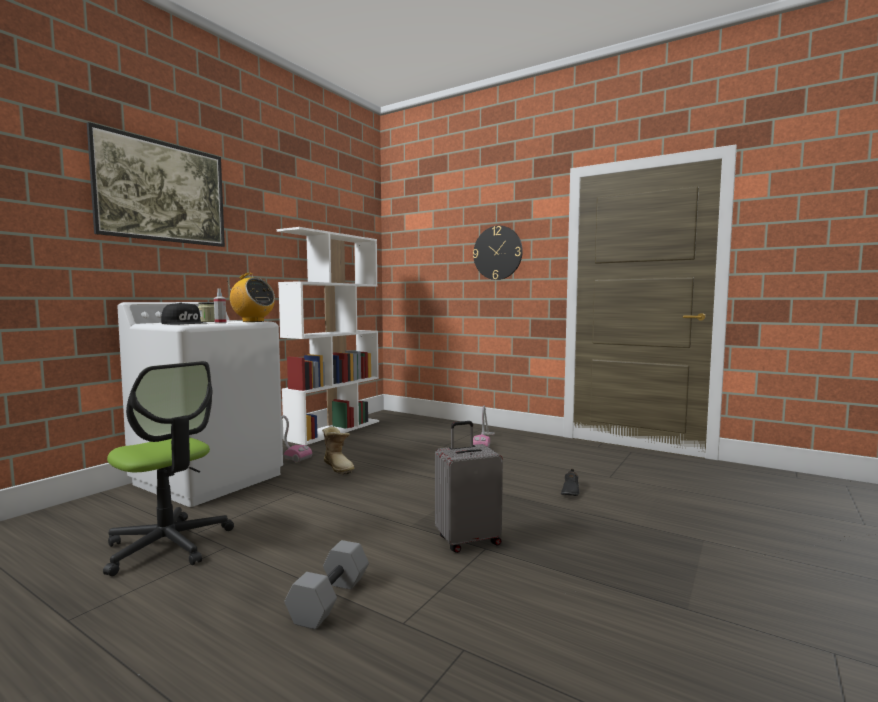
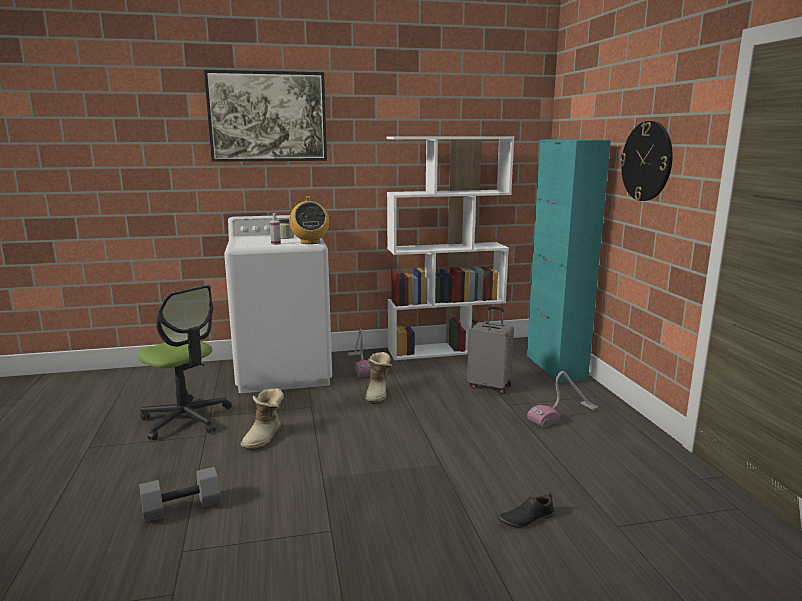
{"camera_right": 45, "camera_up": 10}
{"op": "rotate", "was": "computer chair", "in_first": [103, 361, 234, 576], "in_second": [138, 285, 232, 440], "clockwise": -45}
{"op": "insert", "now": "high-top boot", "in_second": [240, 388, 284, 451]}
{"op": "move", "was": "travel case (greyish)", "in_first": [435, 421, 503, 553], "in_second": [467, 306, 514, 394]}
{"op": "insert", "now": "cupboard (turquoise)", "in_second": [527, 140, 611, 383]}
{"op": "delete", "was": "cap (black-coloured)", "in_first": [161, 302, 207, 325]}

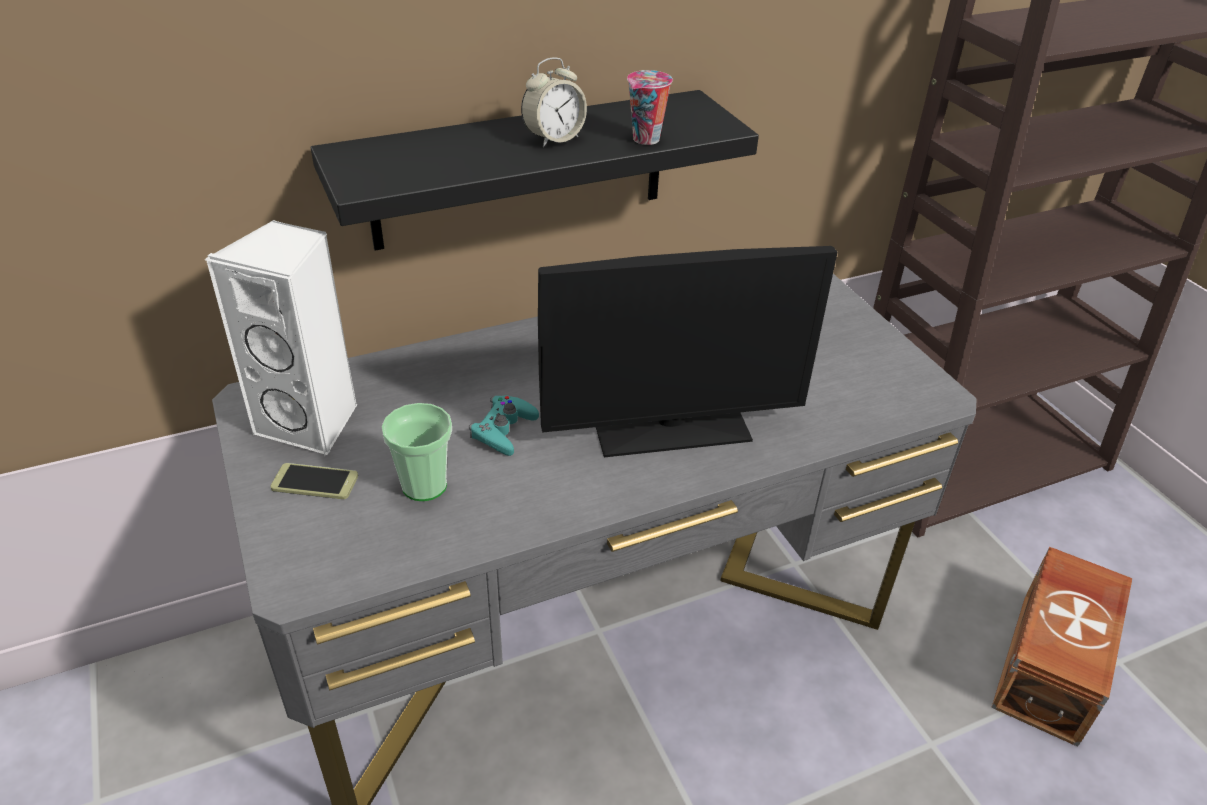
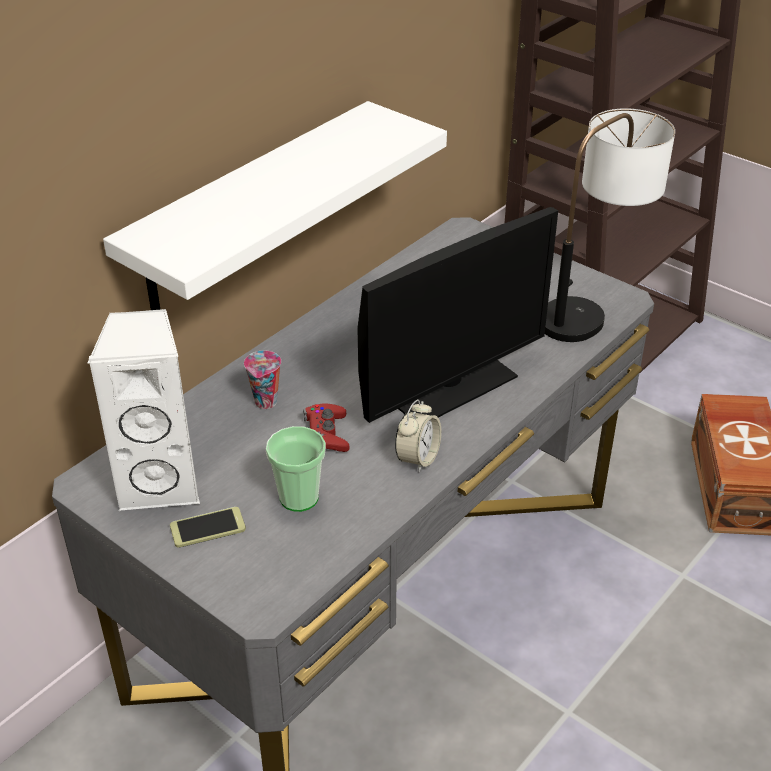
{"camera_right": -25, "camera_up": 0}
{"op": "recolor", "was": "wall shelf (black-coloured)", "now": "wall shelf (white-coloured)", "in_first": [311, 90, 759, 251], "in_second": [103, 101, 447, 310]}
{"op": "move", "was": "drinking cup", "in_first": [627, 70, 673, 145], "in_second": [244, 351, 281, 409]}
{"op": "recolor", "was": "joypad (turquoise)", "now": "joypad (red)", "in_first": [469, 395, 539, 456], "in_second": [303, 403, 350, 452]}
{"op": "move", "was": "bedside clock", "in_first": [521, 57, 587, 147], "in_second": [395, 399, 441, 473]}
{"op": "insert", "now": "table lamp", "in_second": [545, 108, 675, 342]}

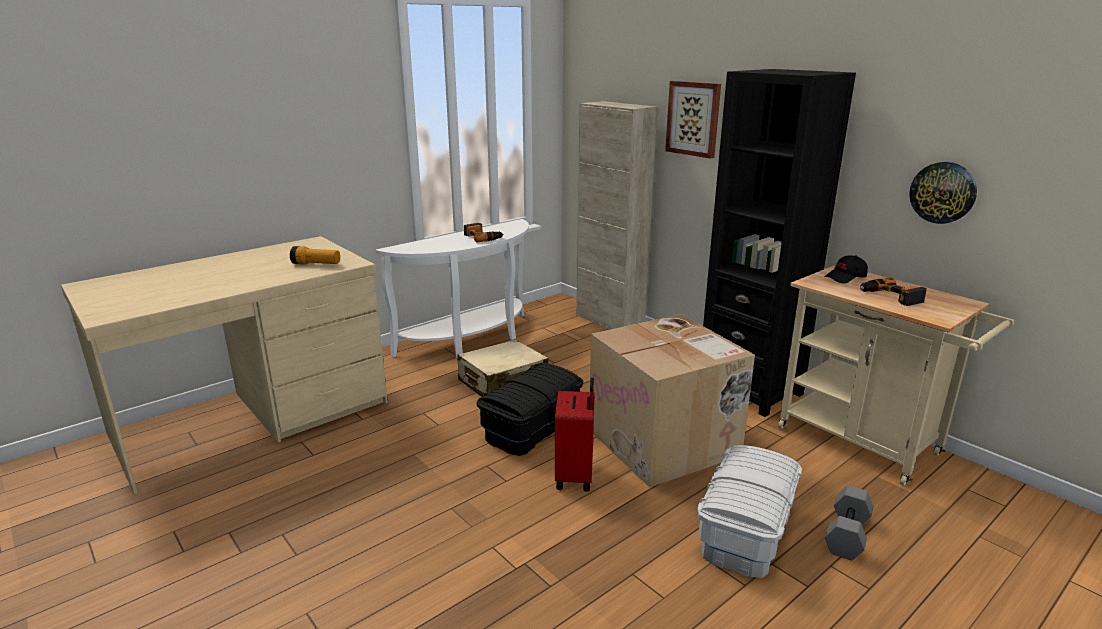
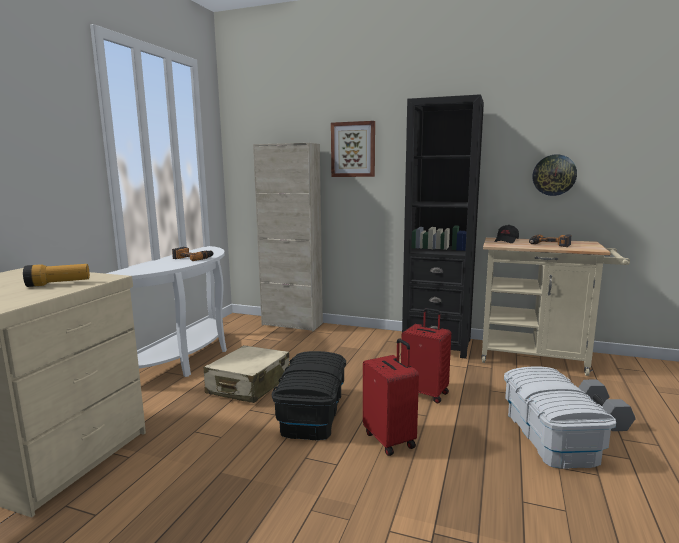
{"camera_right": -30, "camera_up": -10}
{"op": "replace", "was": "carton", "now": "travel case (red)", "in_first": [590, 314, 755, 488], "in_second": [401, 308, 451, 404]}

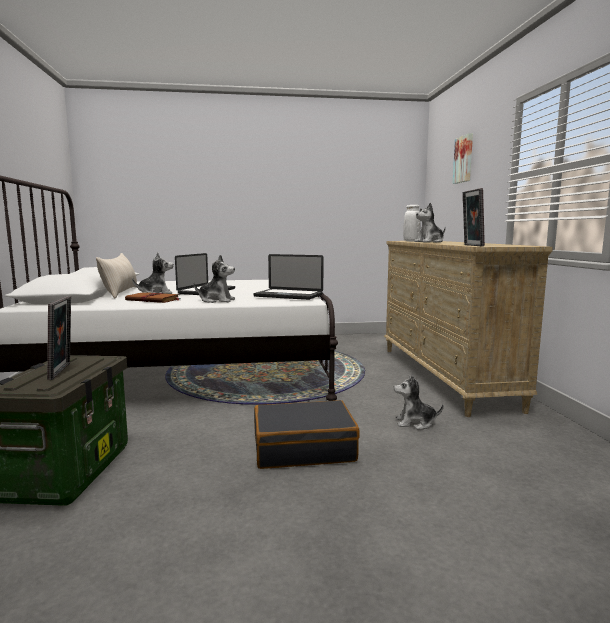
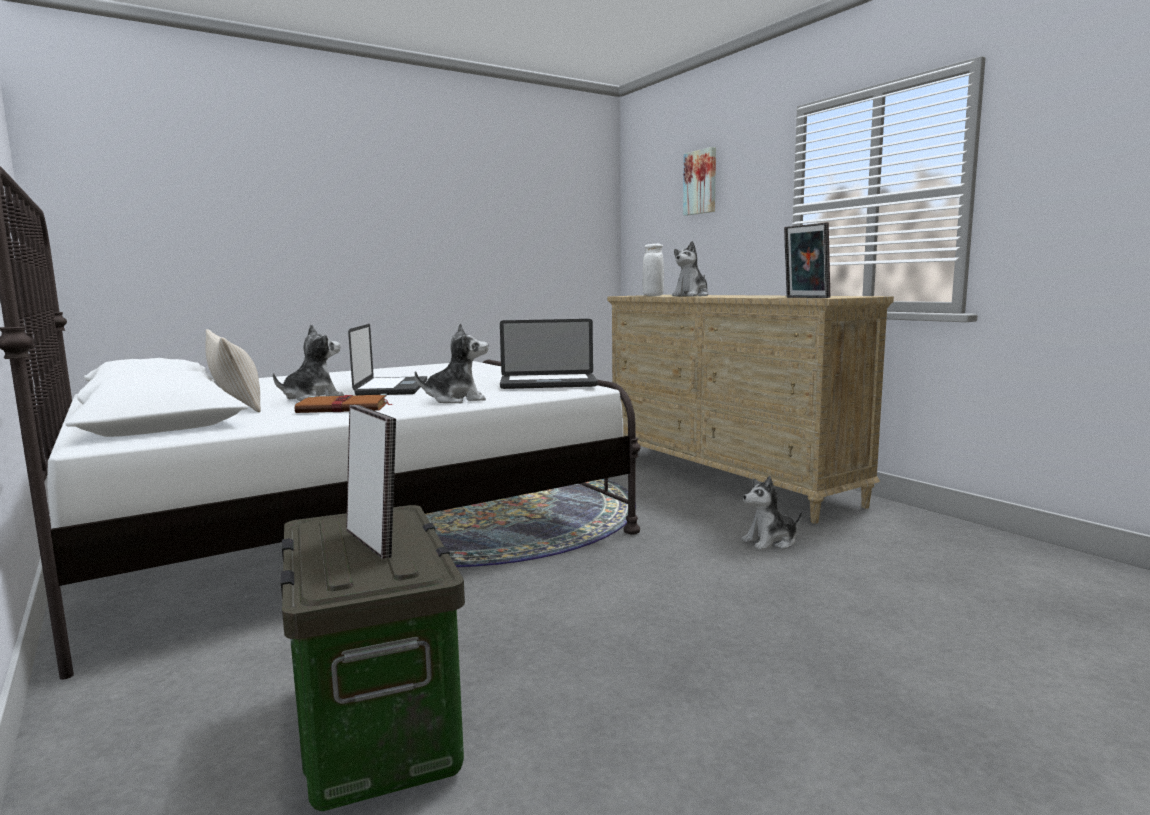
{"camera_right": -25, "camera_up": 0}
{"op": "delete", "was": "travel case (black-coloured)", "in_first": [254, 400, 360, 469]}

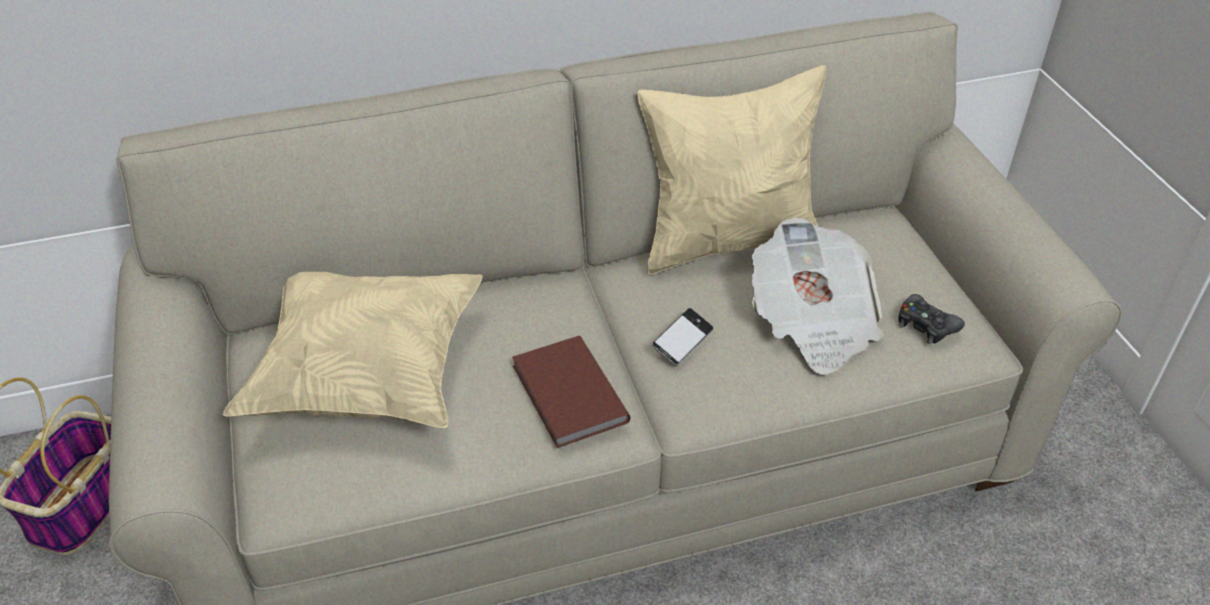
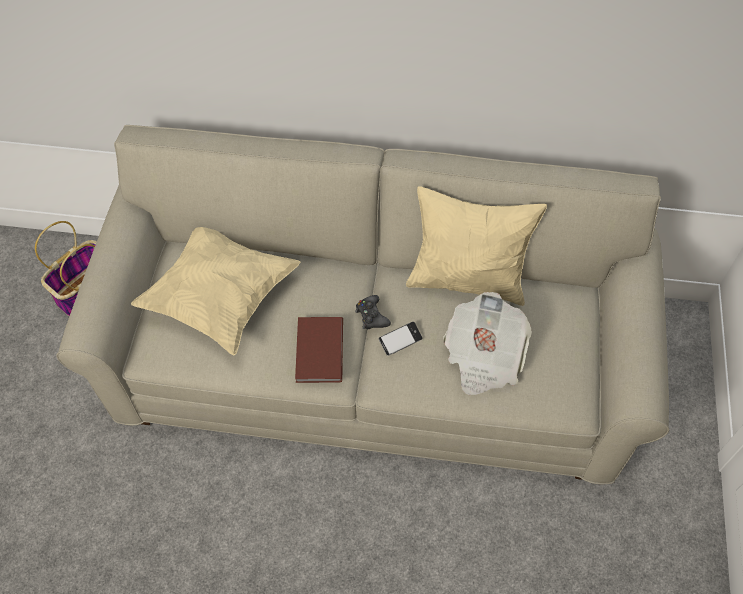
{"camera_right": 25, "camera_up": 15}
{"op": "move", "was": "joypad (black-coloured)", "in_first": [898, 294, 965, 344], "in_second": [355, 295, 391, 329]}

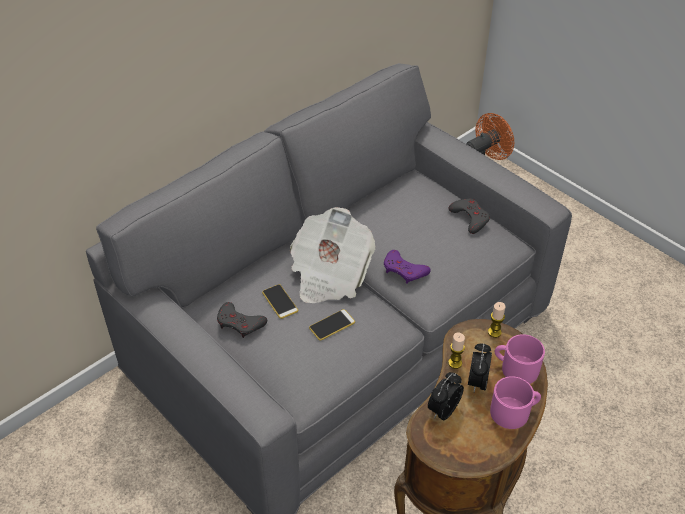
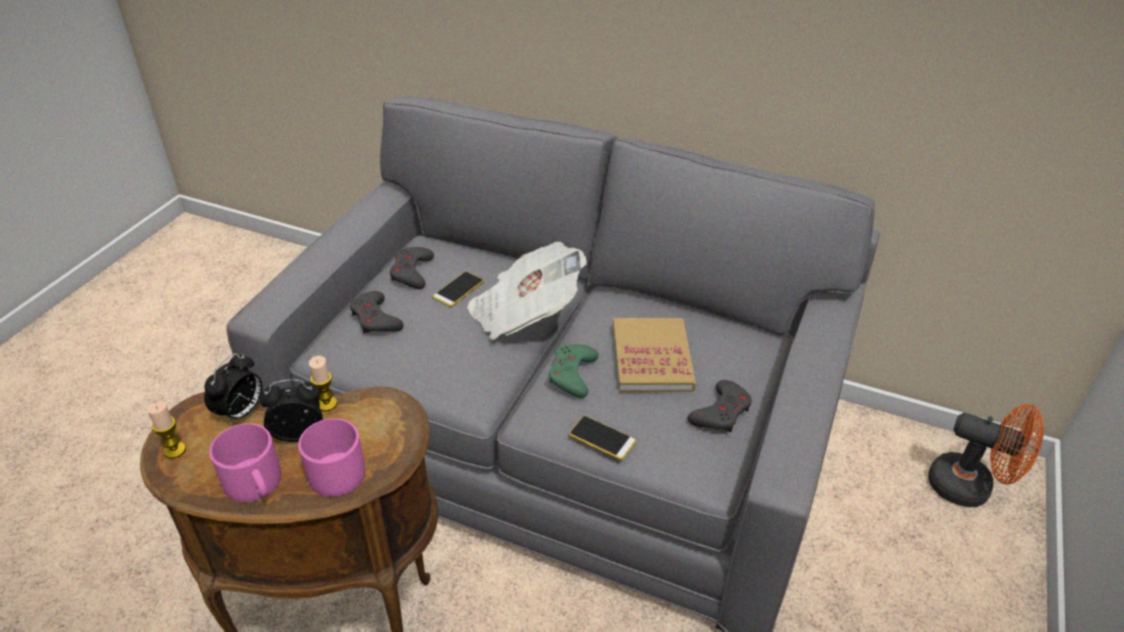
{"camera_right": 65, "camera_up": -5}
{"op": "move", "was": "candle", "in_first": [488, 302, 506, 338], "in_second": [148, 402, 186, 459]}
{"op": "rotate", "was": "bedside clock", "in_first": [428, 372, 464, 420], "in_second": [204, 353, 263, 425], "clockwise": 105}
{"op": "insert", "now": "joypad (greyish)", "in_second": [350, 291, 404, 334]}
{"op": "recolor", "was": "joypad (purplish)", "now": "joypad (greenish)", "in_first": [384, 250, 431, 284], "in_second": [549, 344, 598, 398]}
{"op": "move", "was": "handset", "in_first": [309, 309, 355, 341], "in_second": [569, 416, 636, 460]}
{"op": "insert", "now": "volume", "in_second": [613, 318, 696, 392]}

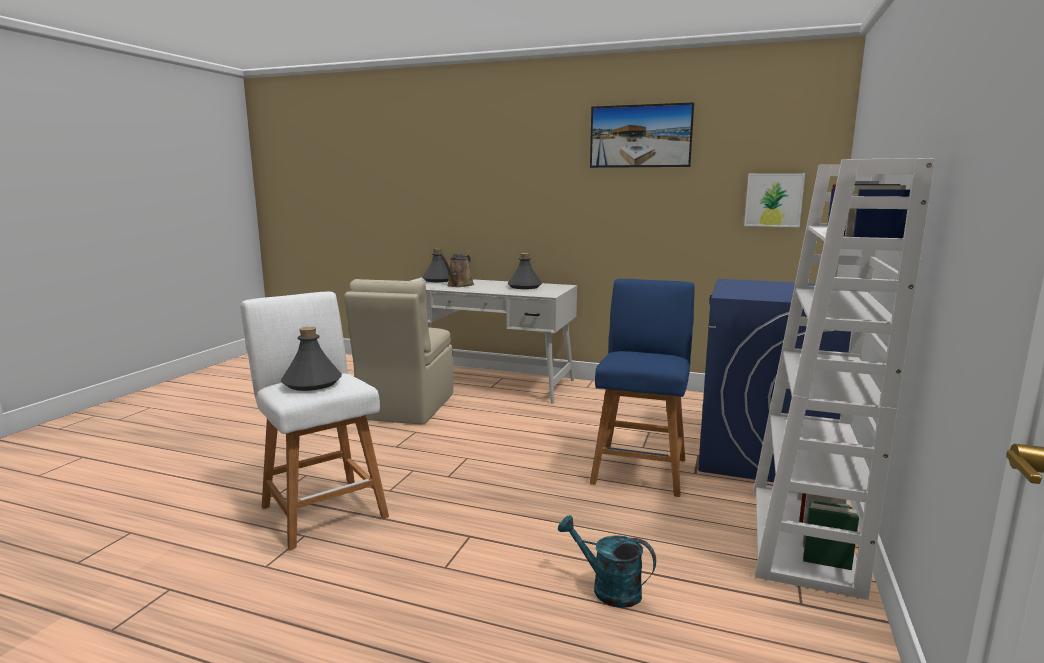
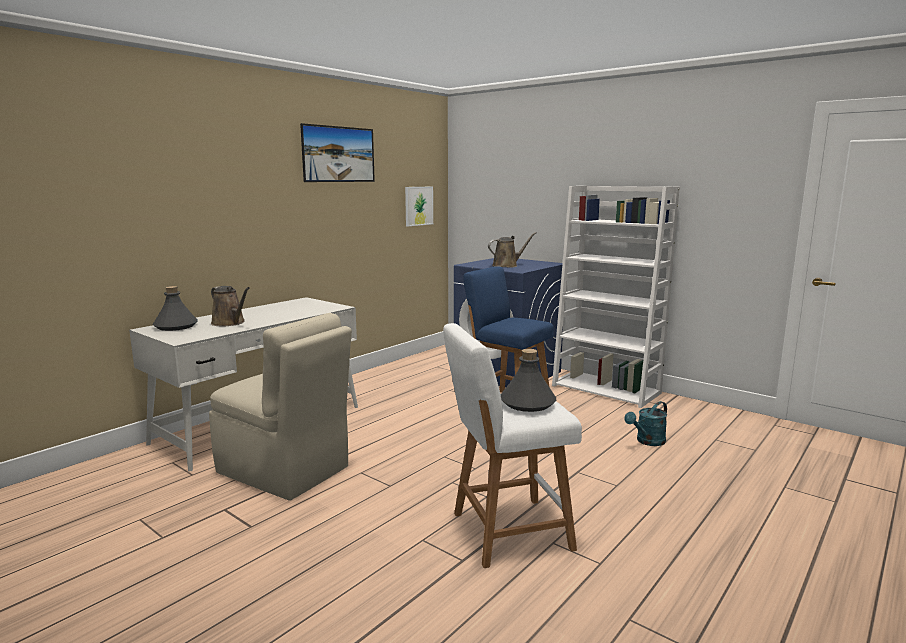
{"camera_right": -70, "camera_up": 0}
{"op": "insert", "now": "watering can (brown-coloured)", "in_second": [488, 232, 537, 267]}
{"op": "delete", "was": "beverage bottle (greyish)", "in_first": [508, 253, 542, 289]}

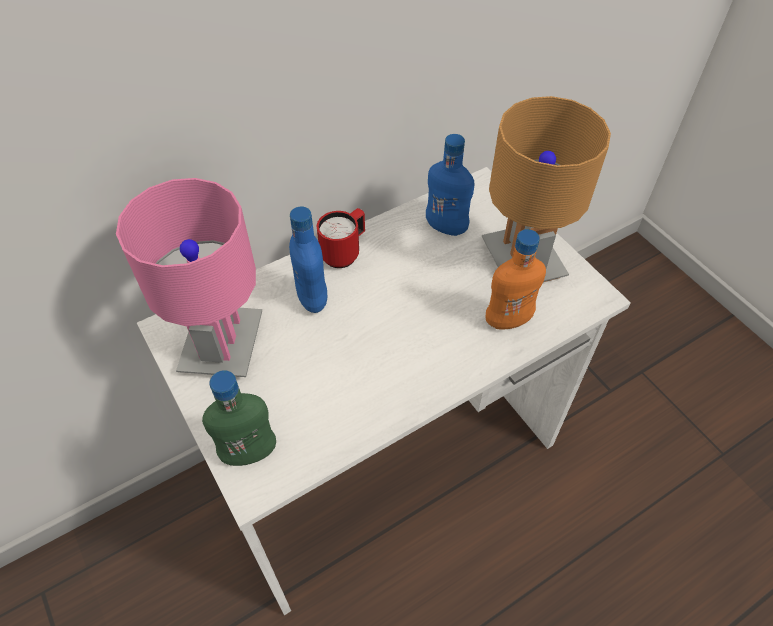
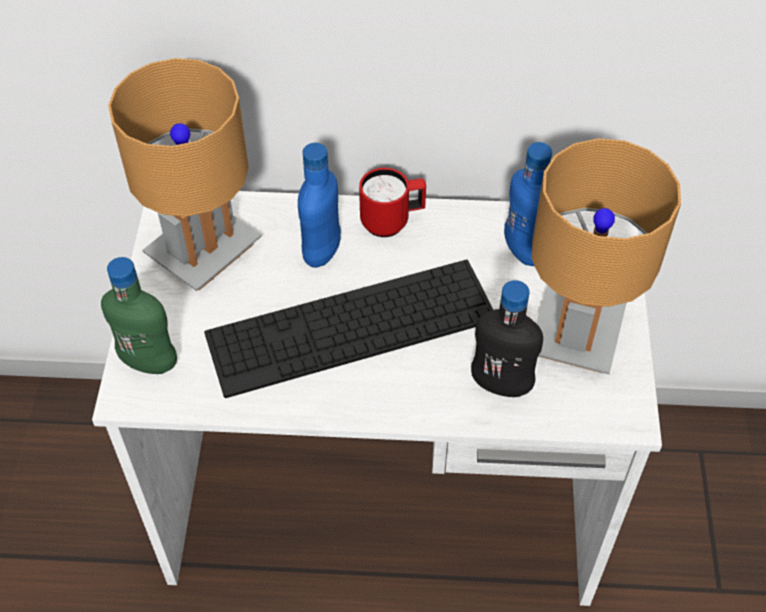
{"camera_right": 35, "camera_up": 0}
{"op": "recolor", "was": "table lamp (pink-coloured)", "now": "table lamp (brown-coloured)", "in_first": [116, 178, 262, 377], "in_second": [108, 58, 262, 291]}
{"op": "insert", "now": "keyboard", "in_second": [204, 260, 493, 398]}
{"op": "recolor", "was": "beverage bottle (orange-coloured)", "now": "beverage bottle (black-coloured)", "in_first": [485, 229, 546, 330], "in_second": [471, 280, 543, 397]}

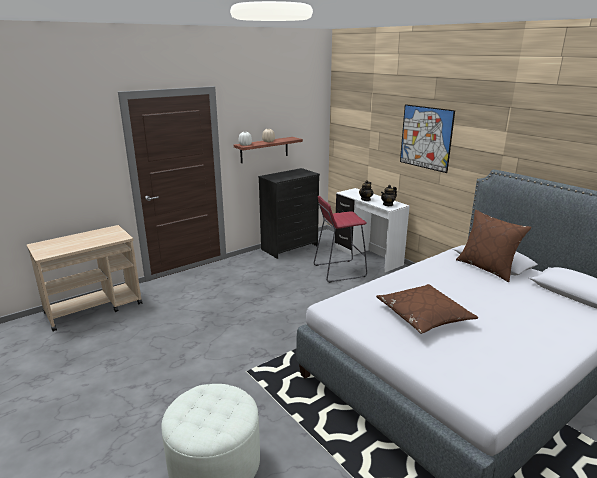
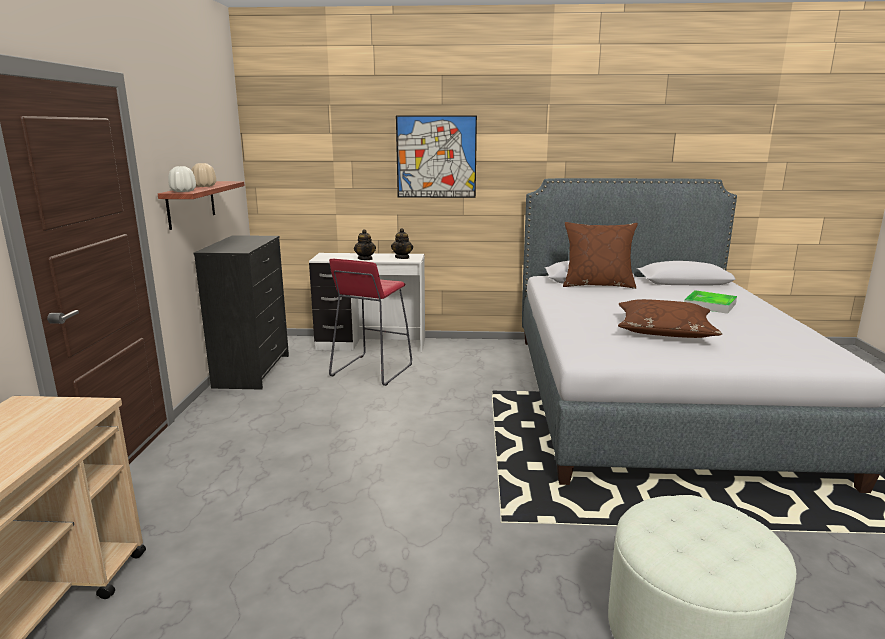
{"camera_right": -50, "camera_up": -5}
{"op": "insert", "now": "tray", "in_second": [684, 290, 737, 314]}

